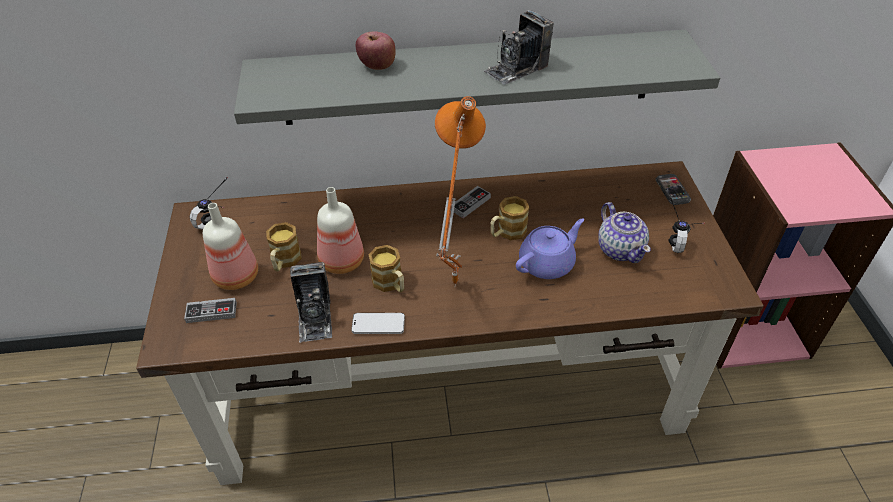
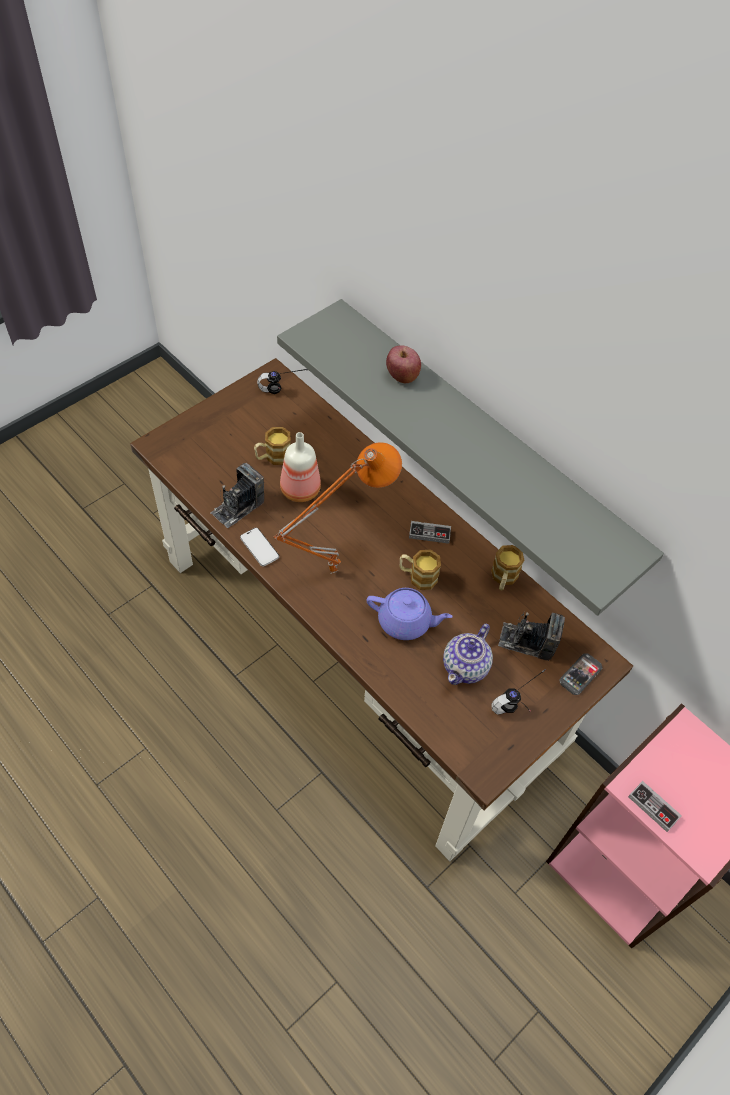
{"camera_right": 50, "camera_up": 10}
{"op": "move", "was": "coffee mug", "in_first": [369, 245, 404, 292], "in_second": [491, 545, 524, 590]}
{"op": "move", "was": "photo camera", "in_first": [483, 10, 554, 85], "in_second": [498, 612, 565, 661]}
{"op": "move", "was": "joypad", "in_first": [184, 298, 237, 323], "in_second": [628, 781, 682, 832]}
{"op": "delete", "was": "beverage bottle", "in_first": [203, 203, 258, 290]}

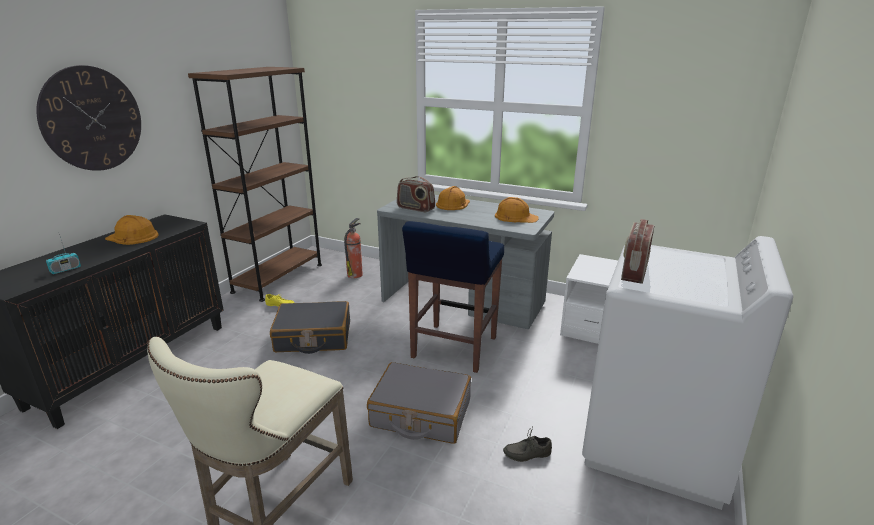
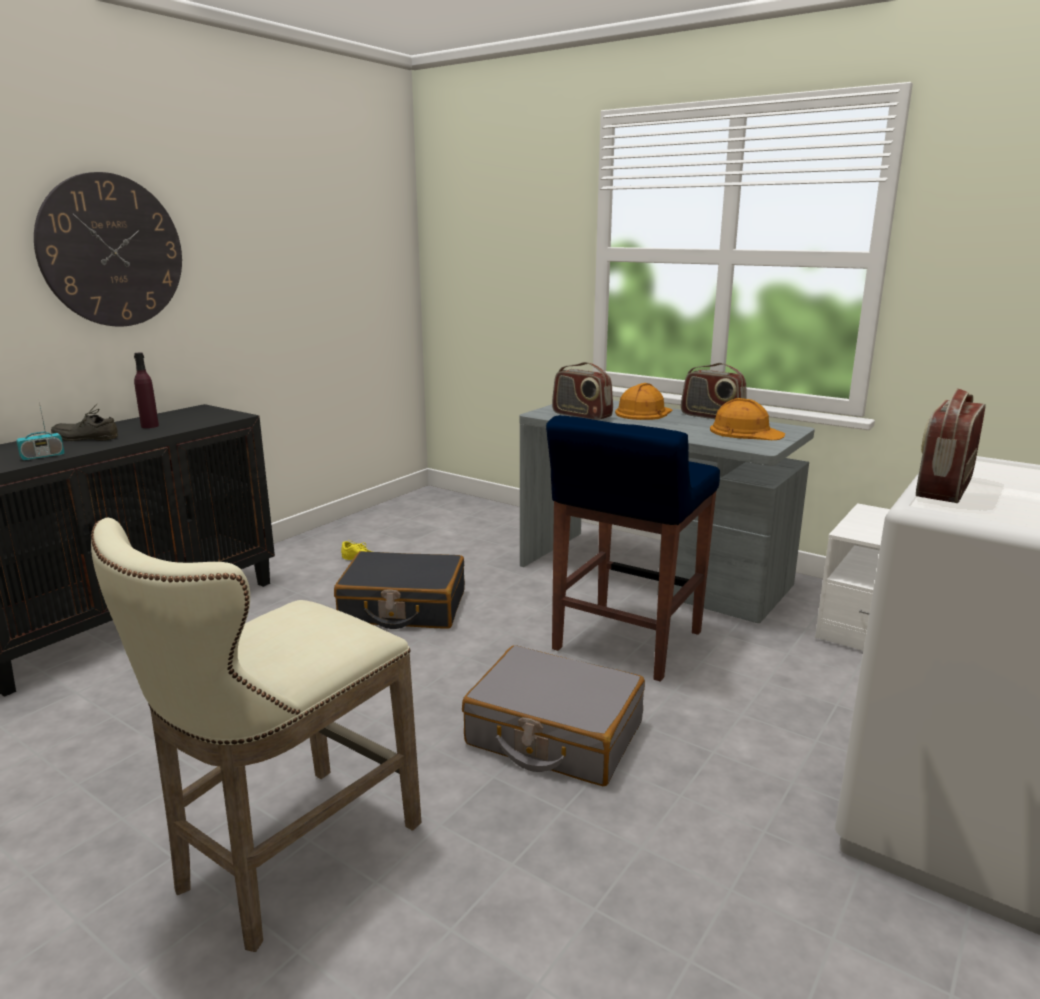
{"camera_right": 10, "camera_up": -5}
{"op": "move", "was": "item of footwear (greyish)", "in_first": [503, 427, 552, 462], "in_second": [51, 403, 118, 441]}
{"op": "replace", "was": "safety helmet (orange-coloured)", "now": "beverage bottle (purplish)", "in_first": [105, 215, 159, 245], "in_second": [134, 353, 159, 428]}
{"op": "insert", "now": "radio set", "in_second": [681, 363, 747, 419]}
{"op": "delete", "was": "shelving unit (brown-coloured)", "in_first": [188, 67, 322, 302]}
{"op": "delete", "was": "fire extinguisher", "in_first": [344, 218, 363, 278]}

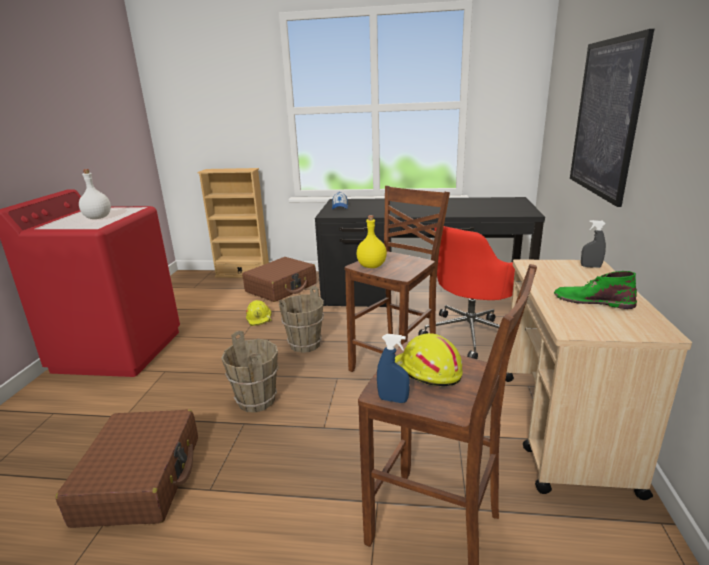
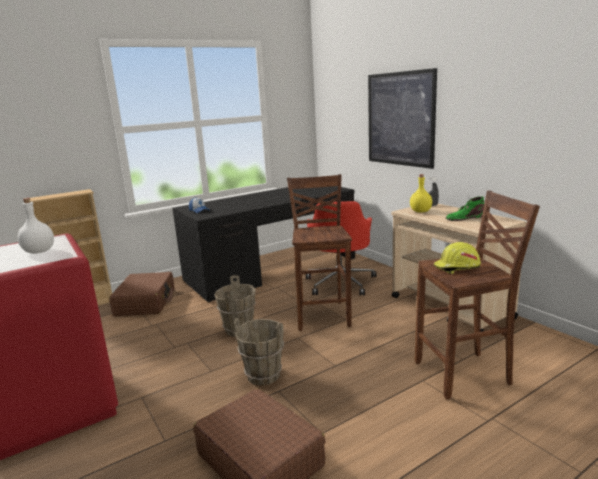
{"camera_right": -40, "camera_up": -5}
{"op": "move", "was": "beverage bottle (yellow)", "in_first": [357, 215, 387, 268], "in_second": [410, 174, 432, 213]}
{"op": "delete", "was": "safety helmet (yellow)", "in_first": [246, 300, 272, 326]}
{"op": "delete", "was": "sprayer (blue)", "in_first": [377, 334, 410, 403]}

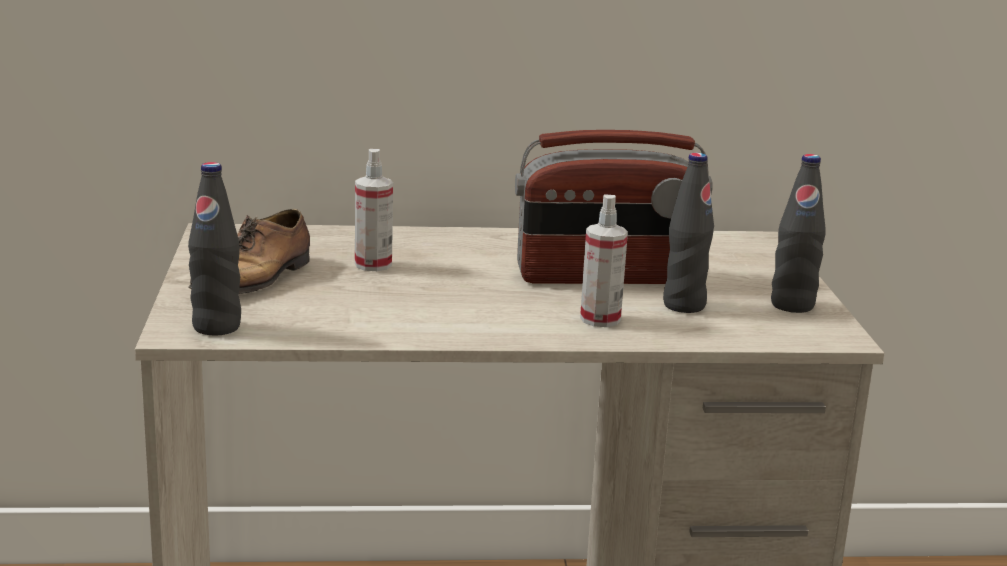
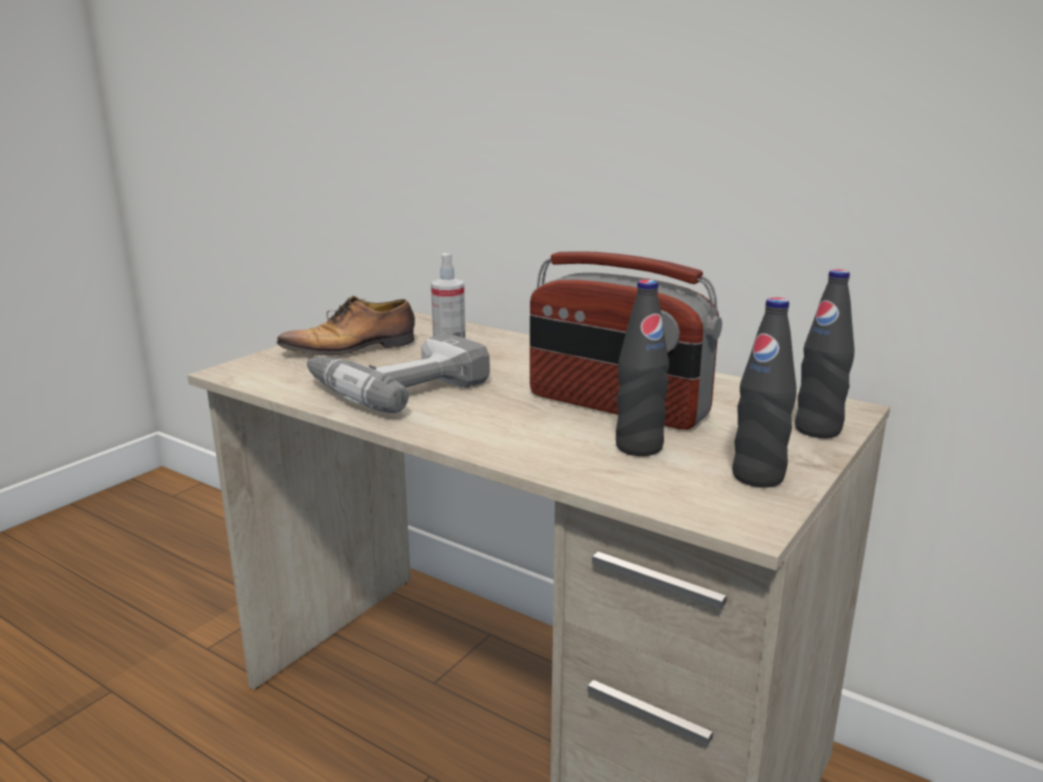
{"camera_right": 40, "camera_up": 0}
{"op": "insert", "now": "drill", "in_second": [307, 334, 490, 413]}
{"op": "move", "was": "beverage bottle (black-coloured)", "in_first": [188, 162, 241, 335], "in_second": [795, 269, 855, 438]}
{"op": "delete", "was": "sprayer", "in_first": [580, 194, 628, 327]}

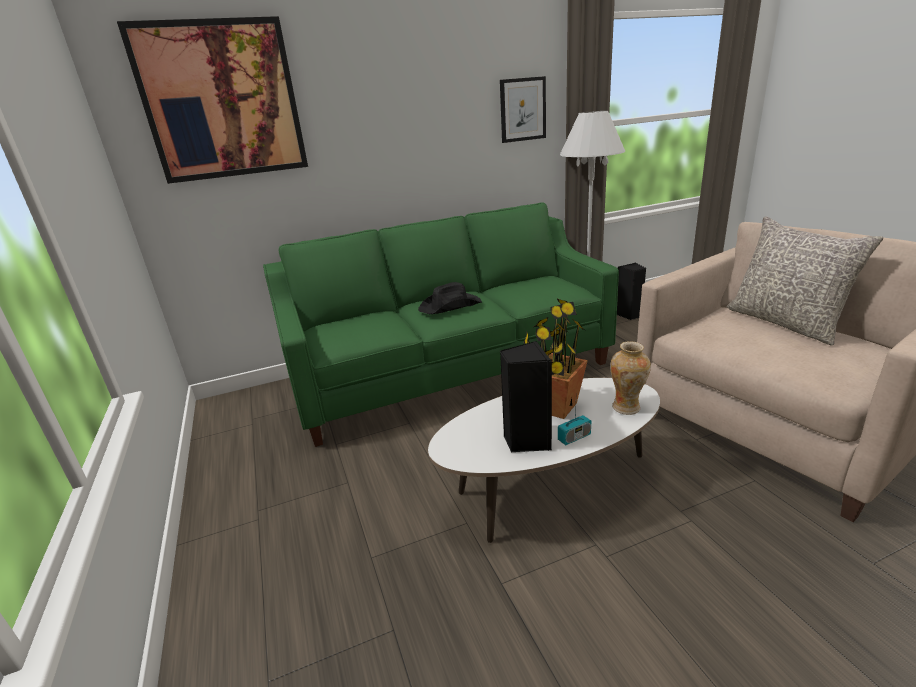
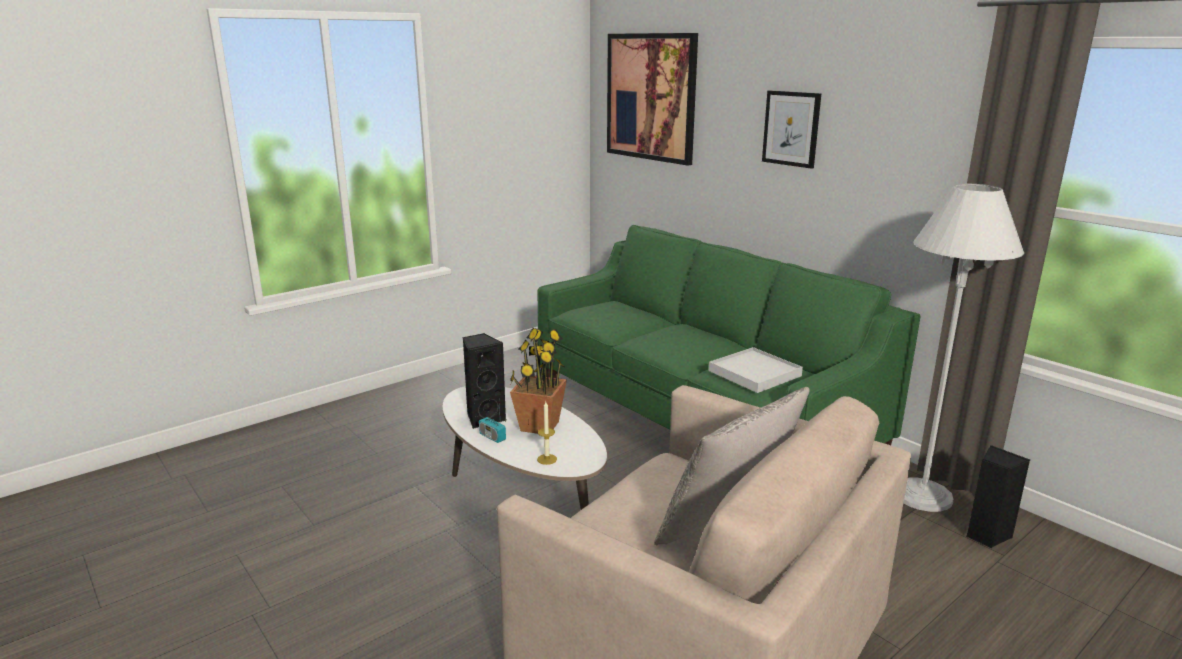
{"camera_right": 70, "camera_up": -5}
{"op": "replace", "was": "decorative vase", "now": "candle", "in_first": [610, 341, 651, 415], "in_second": [537, 402, 557, 465]}
{"op": "insert", "now": "tray (white-coloured)", "in_second": [709, 347, 803, 393]}
{"op": "move", "was": "wall art", "in_first": [500, 76, 546, 143], "in_second": [762, 90, 821, 169]}
{"op": "delete", "was": "wearable hat (black-coloured)", "in_first": [418, 282, 482, 314]}

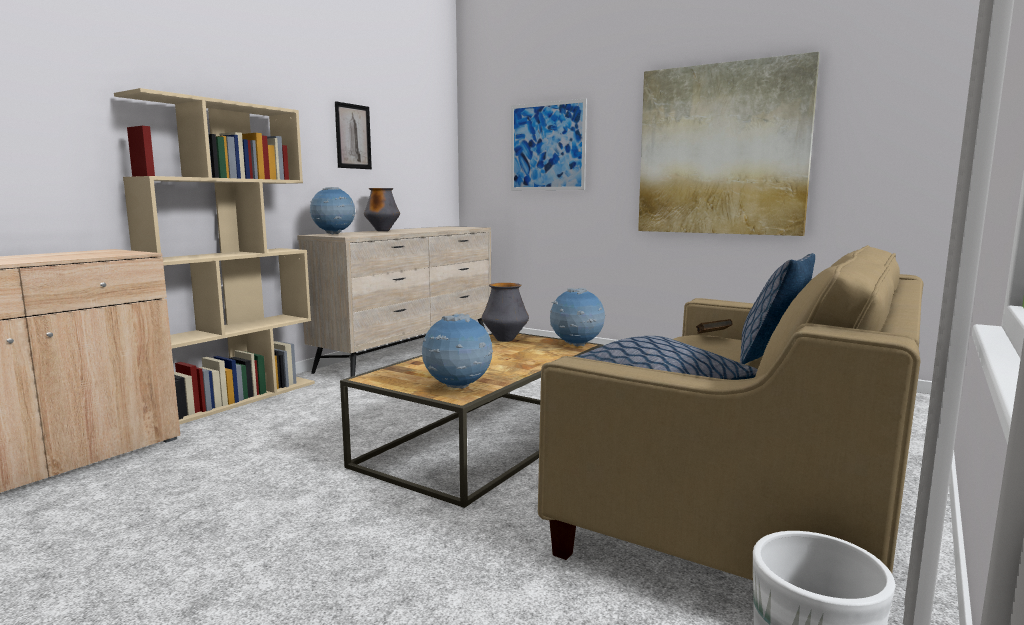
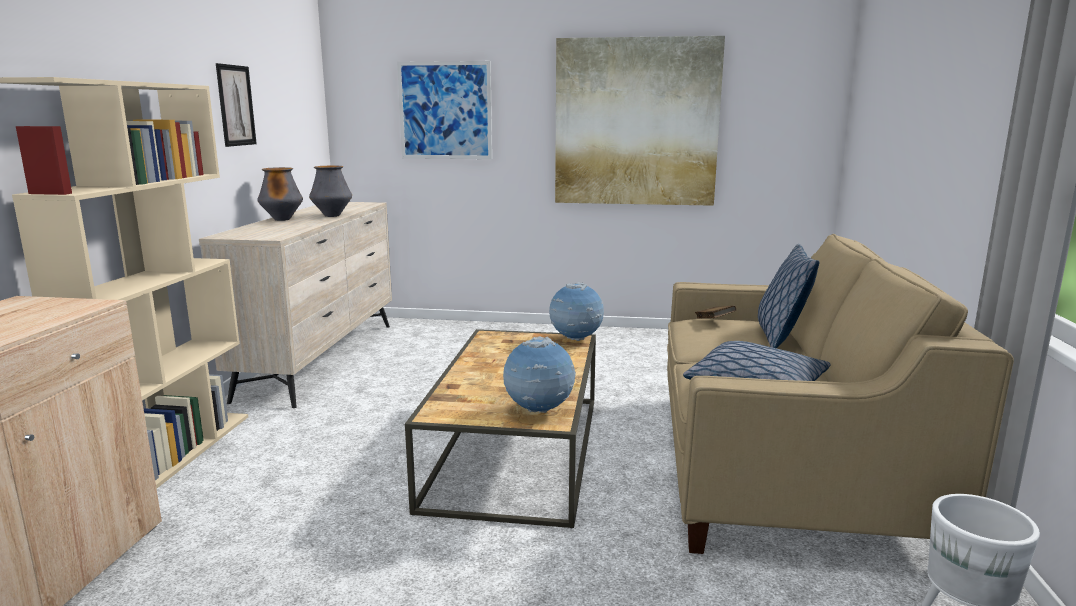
{"camera_right": -25, "camera_up": 5}
{"op": "move", "was": "decorative vase", "in_first": [482, 283, 529, 342], "in_second": [309, 166, 352, 217]}
{"op": "delete", "was": "desk globe", "in_first": [309, 187, 356, 234]}

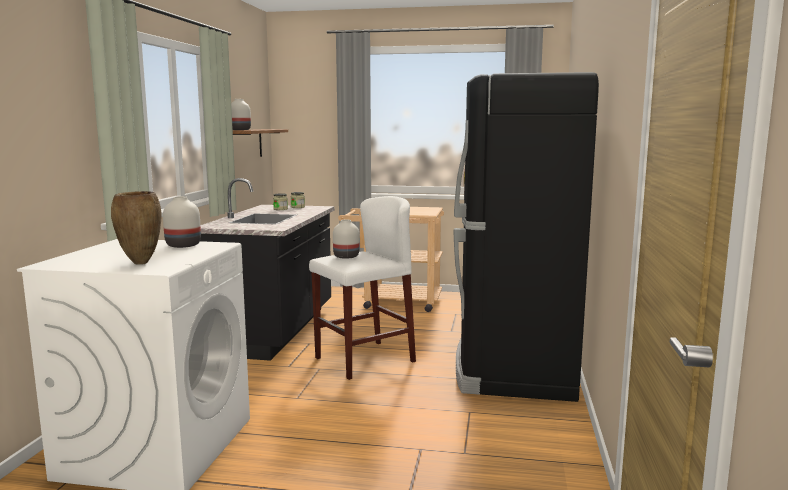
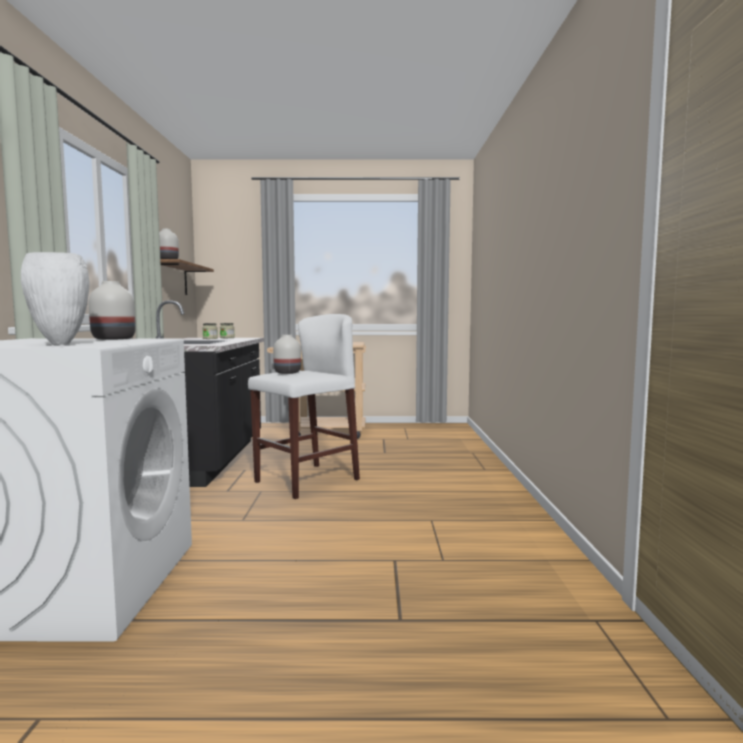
{"camera_right": -10, "camera_up": -5}
{"op": "recolor", "was": "decorative vase (brown-coloured)", "now": "decorative vase (white-coloured)", "in_first": [111, 191, 161, 265], "in_second": [21, 252, 89, 345]}
{"op": "delete", "was": "fridge (black-coloured)", "in_first": [454, 72, 599, 402]}

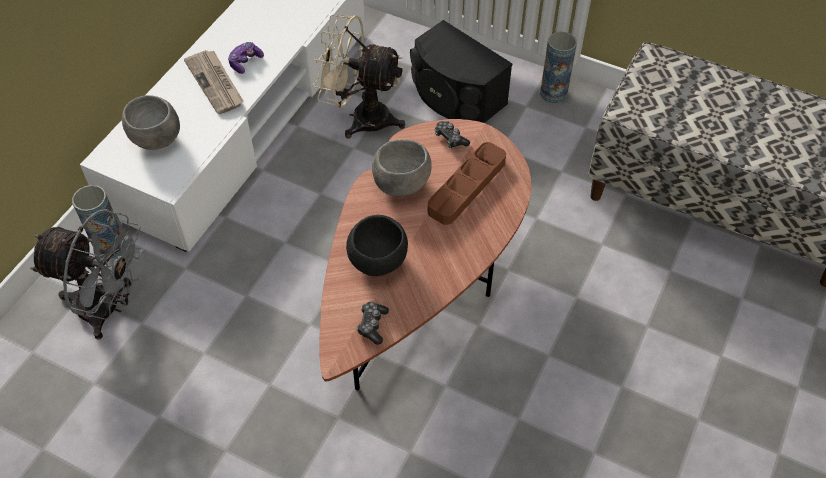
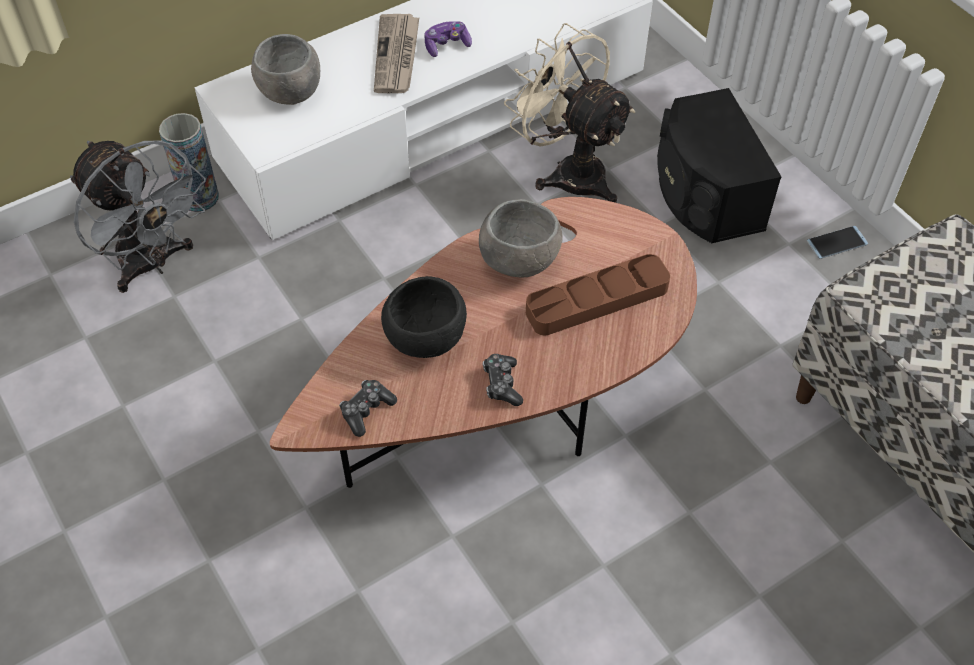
{"camera_right": 30, "camera_up": 0}
{"op": "move", "was": "joypad", "in_first": [435, 121, 470, 148], "in_second": [483, 354, 523, 406]}
{"op": "replace", "was": "decorative vase", "now": "handset", "in_first": [540, 32, 577, 103], "in_second": [807, 226, 868, 259]}

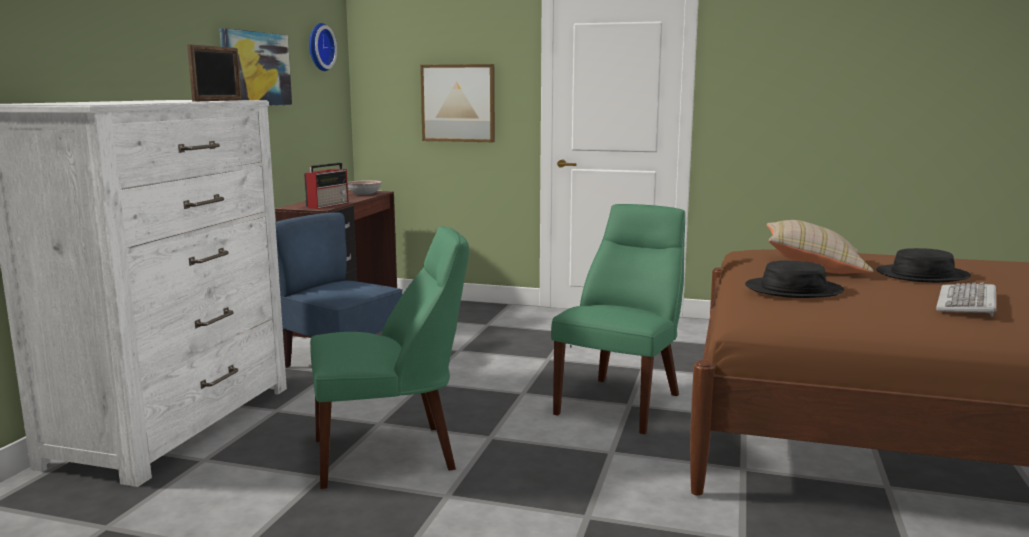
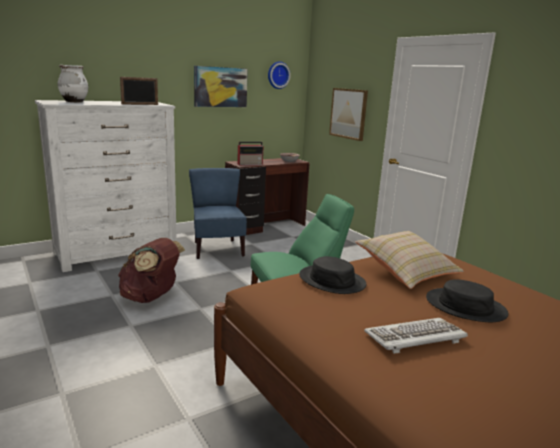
{"camera_right": 40, "camera_up": 5}
{"op": "insert", "now": "decorative vase (white-coloured)", "in_second": [57, 65, 88, 102]}
{"op": "replace", "was": "plain chair (greenish)", "now": "backpack (brown-coloured)", "in_first": [310, 226, 469, 489], "in_second": [118, 238, 185, 303]}

